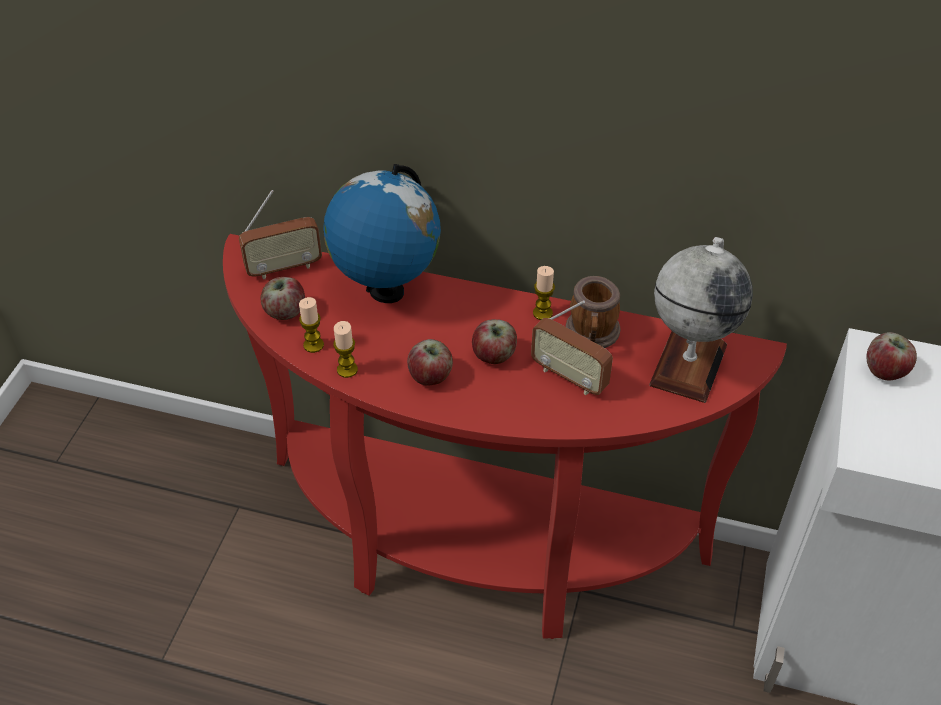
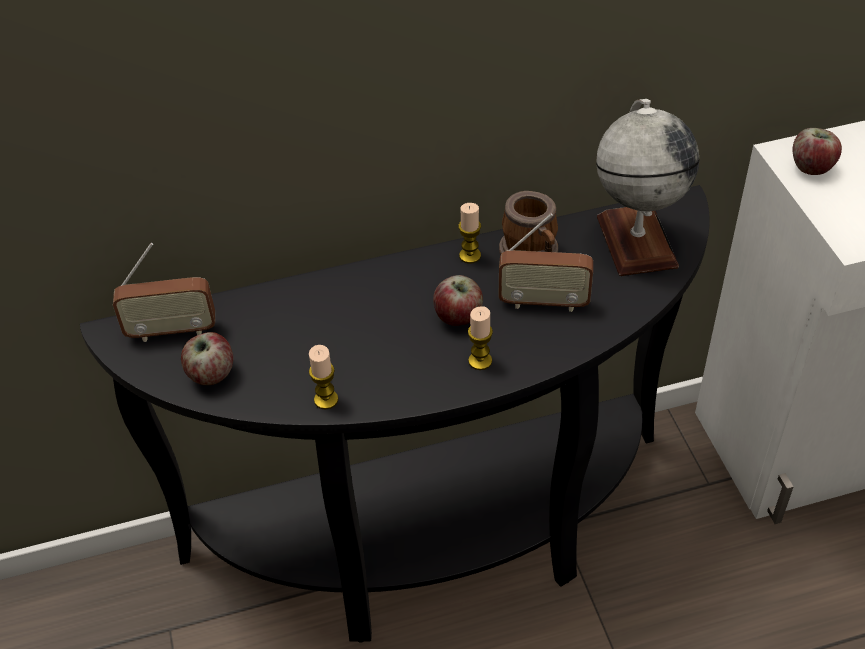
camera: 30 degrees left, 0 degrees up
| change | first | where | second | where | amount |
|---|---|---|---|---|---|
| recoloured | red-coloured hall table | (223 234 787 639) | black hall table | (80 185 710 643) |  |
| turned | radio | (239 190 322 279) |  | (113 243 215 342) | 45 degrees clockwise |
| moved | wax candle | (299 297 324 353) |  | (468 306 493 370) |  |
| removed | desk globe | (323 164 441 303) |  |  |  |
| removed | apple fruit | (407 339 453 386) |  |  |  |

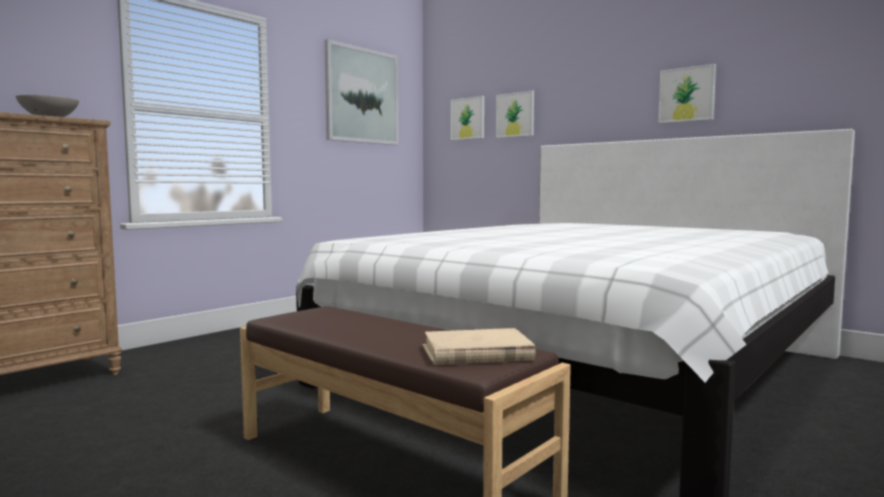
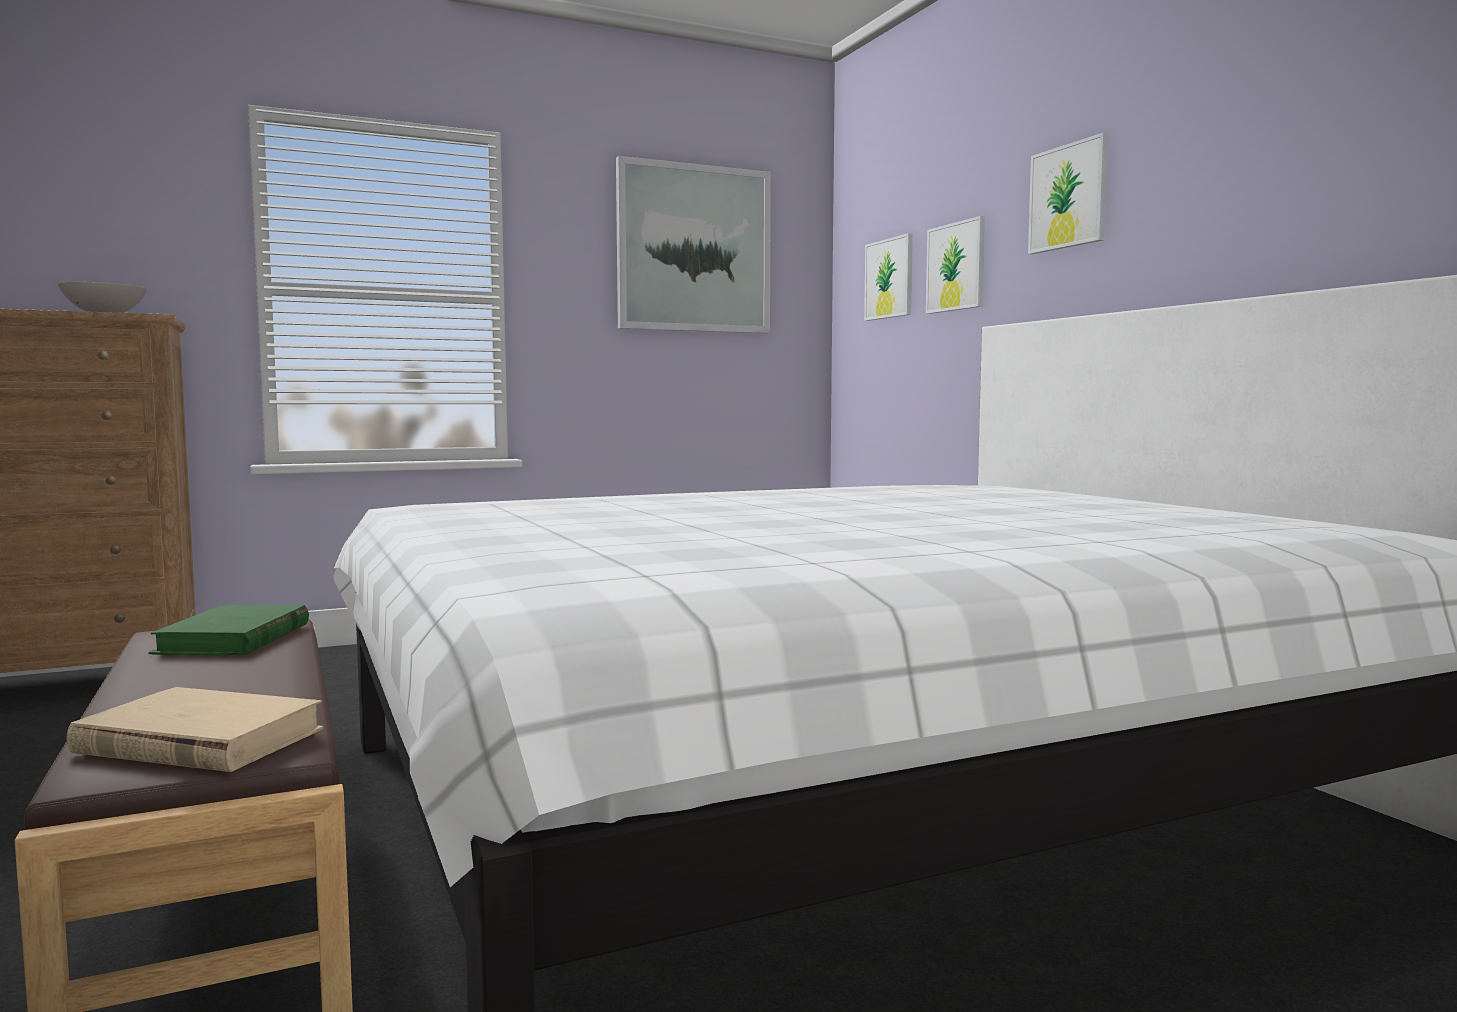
camera: 25 degrees right, 0 degrees up
| change | first | where | second | where | amount |
|---|---|---|---|---|---|
| added |  |  | green-coloured book | (149 604 309 655) |  |
| moved | picture | (658 64 716 123) |  | (1028 132 1108 254) |  |

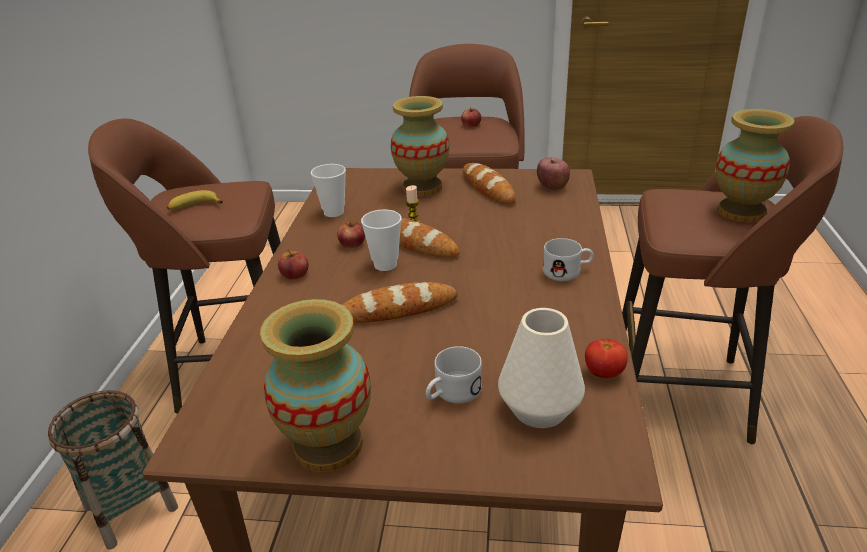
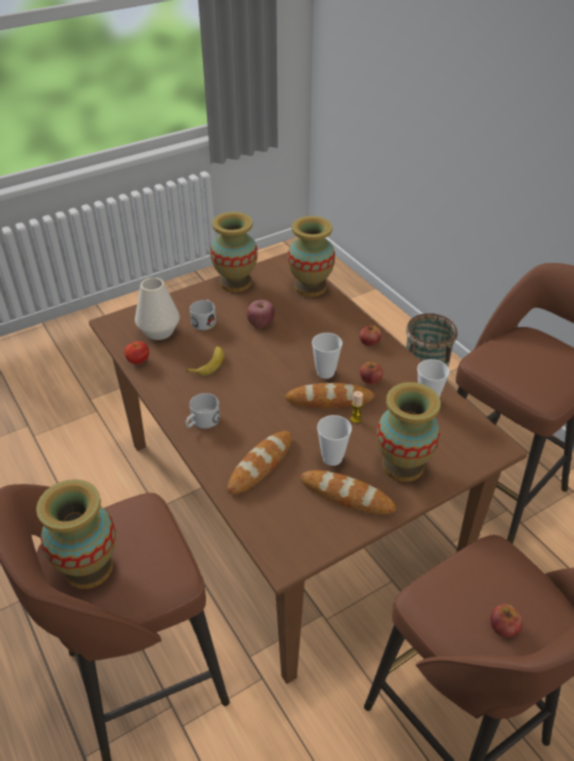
camera: 140 degrees right, 10 degrees up
| change | first | where | second | where | amount |
|---|---|---|---|---|---|
| moved | banana fruit | (167 190 223 210) |  | (186 346 224 376) |  |
| moved | bakery bread | (342 282 458 323) |  | (227 431 292 495) |  |
| moved | apple fruit | (537 157 570 190) |  | (246 300 275 328) |  |
| added |  |  | vase | (287 216 335 297) |  |
| added |  |  | small cup | (317 415 352 466) |  |

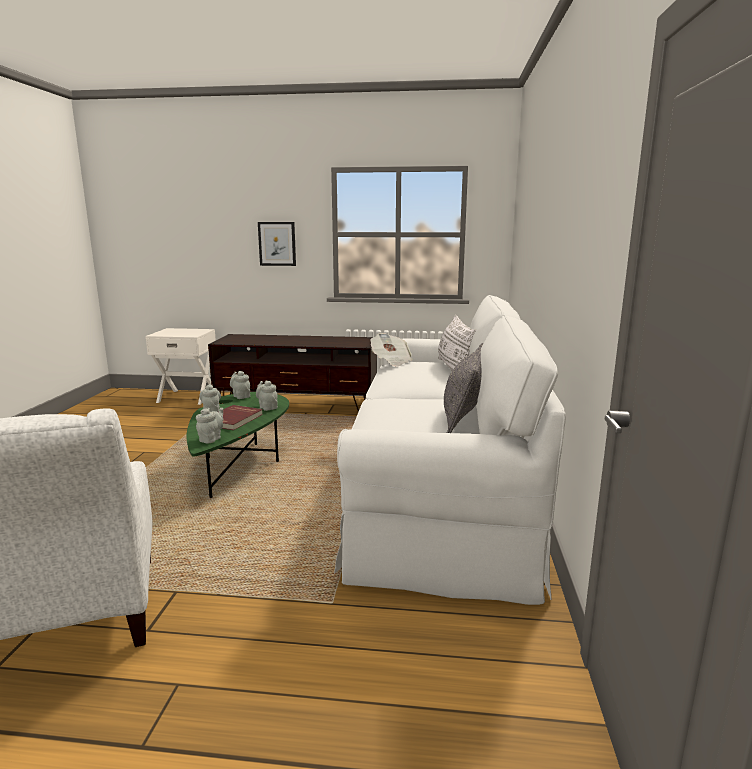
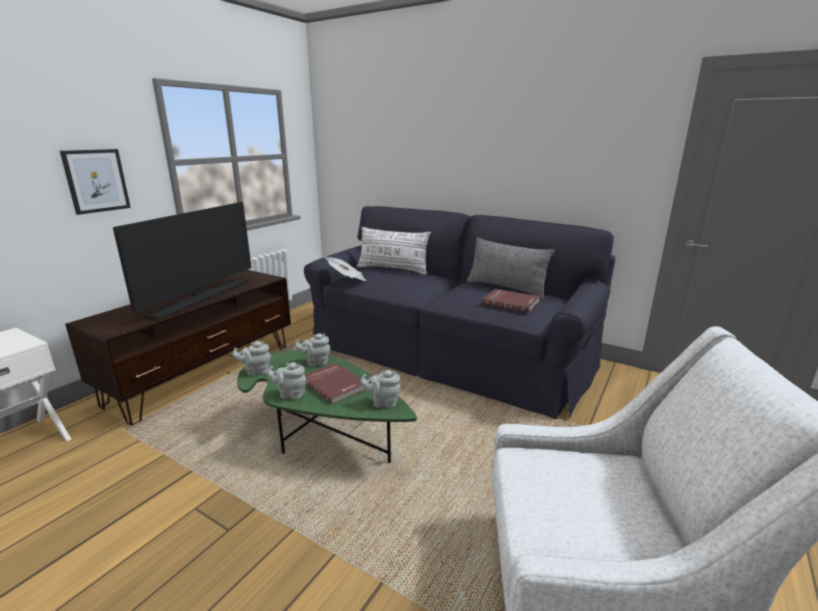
camera: 65 degrees left, 5 degrees up
| change | first | where | second | where | amount |
|---|---|---|---|---|---|
| added |  |  | TV | (113 202 252 319) |  |
| recoloured | white-coloured settee | (334 295 566 605) | black settee | (304 206 615 419) |  |
| turned | gray pot for tea | (196 408 223 444) |  | (360 370 401 408) | 45 degrees counterclockwise |
| added |  |  | red-coloured book | (482 289 540 313) |  |

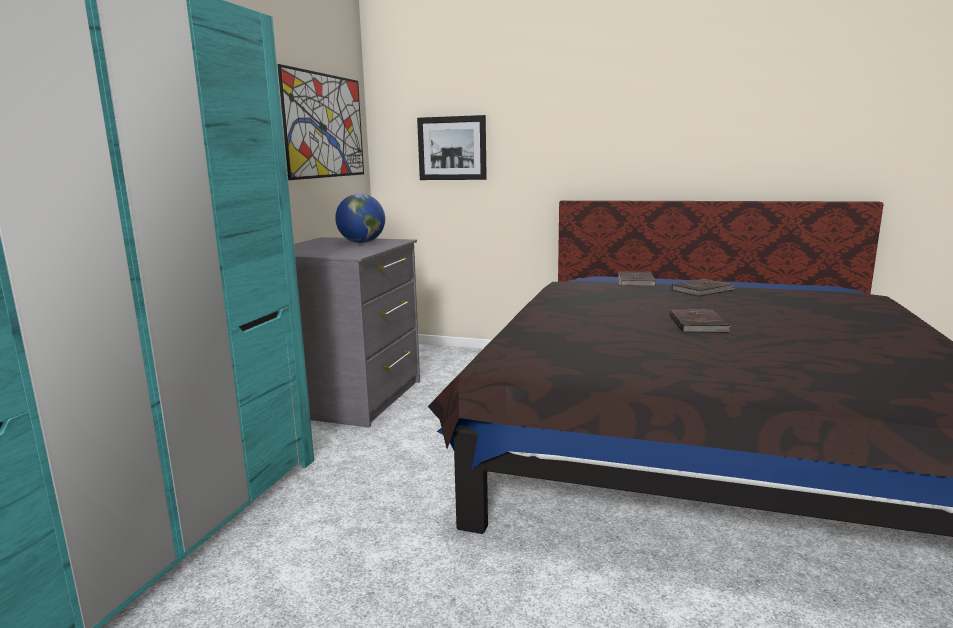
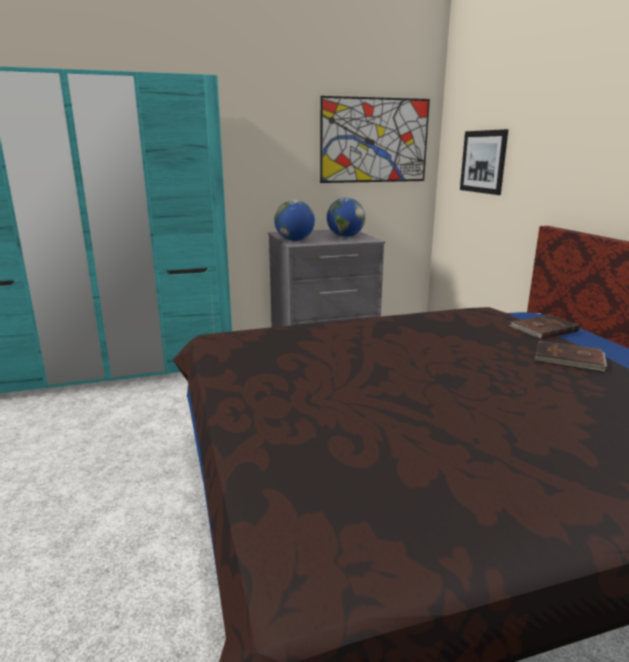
camera: 55 degrees right, 5 degrees up
| change | first | where | second | where | amount |
|---|---|---|---|---|---|
| added |  |  | desk globe | (274 200 315 241) |  |
| removed | brownish book | (670 309 730 333) |  |  |  |

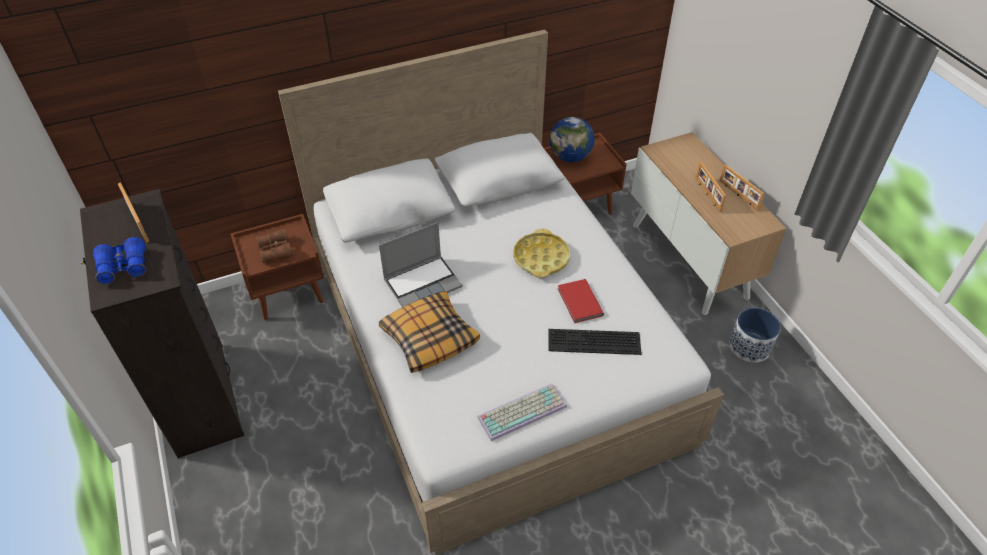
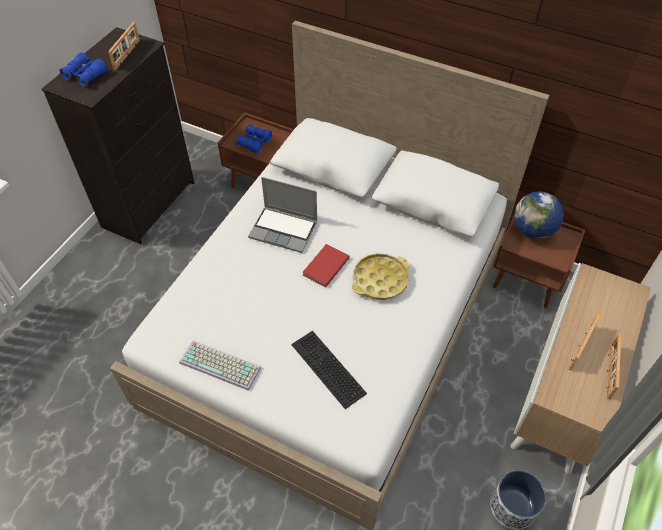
camera: 50 degrees right, 5 degrees up
| change | first | where | second | where | amount |
|---|---|---|---|---|---|
| recoloured | brownish field glasses | (256 228 293 263) | blue field glasses | (236 124 272 153) |  |
| moved | red-coloured book | (558 279 604 323) |  | (302 244 350 287) |  |
| removed | cushion | (379 291 480 373) |  |  |  |

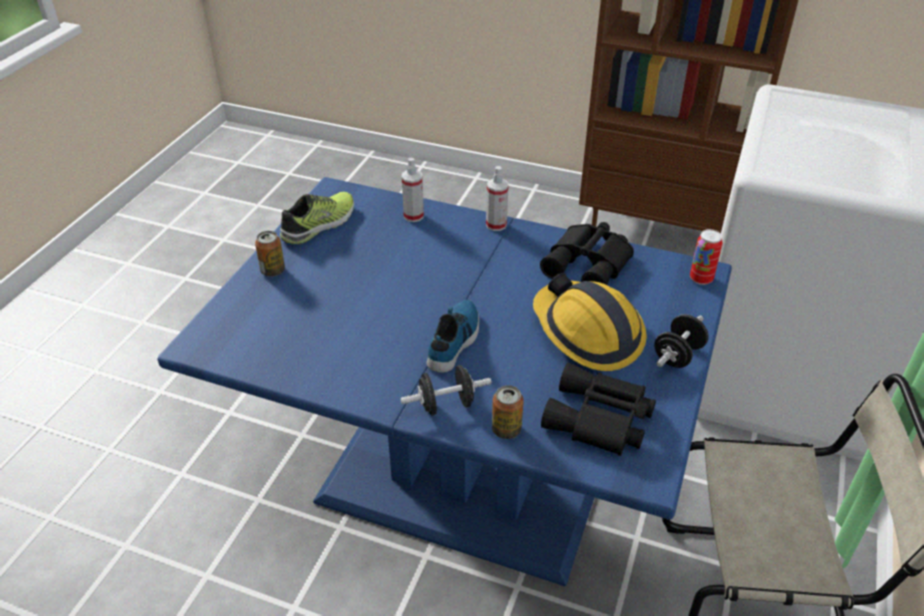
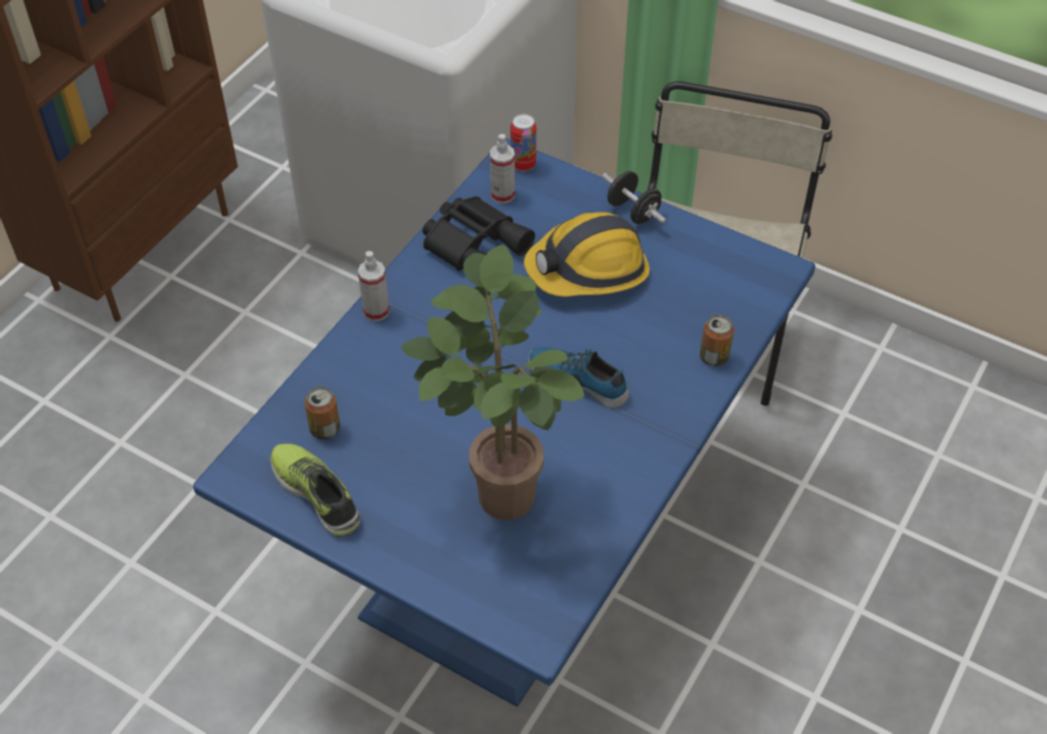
camera: 80 degrees left, 10 degrees up
| change | first | where | second | where | amount |
|---|---|---|---|---|---|
| moved | sealed can | (255 231 285 277) |  | (305 386 340 440) |  |
| added |  |  | potted plant | (401 244 584 520) |  |
| moved | spray bottle | (402 158 424 222) |  | (490 134 515 204) |  |
| removed | black dumbbell | (400 365 492 415) |  |  |  |
| removed | black field glasses | (541 363 656 456) |  |  |  |

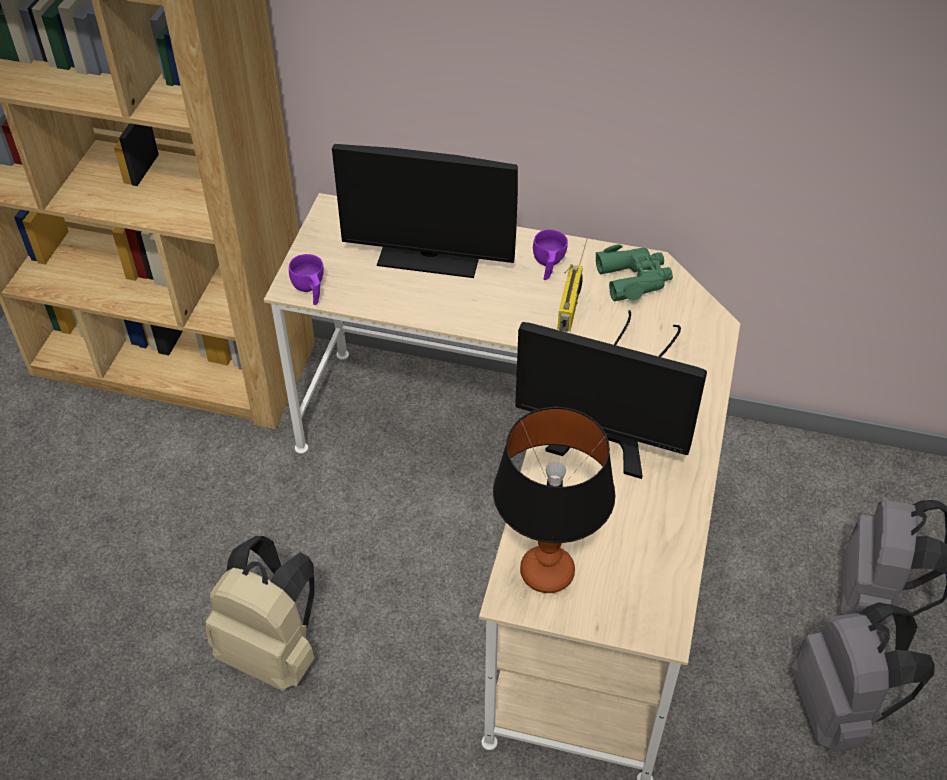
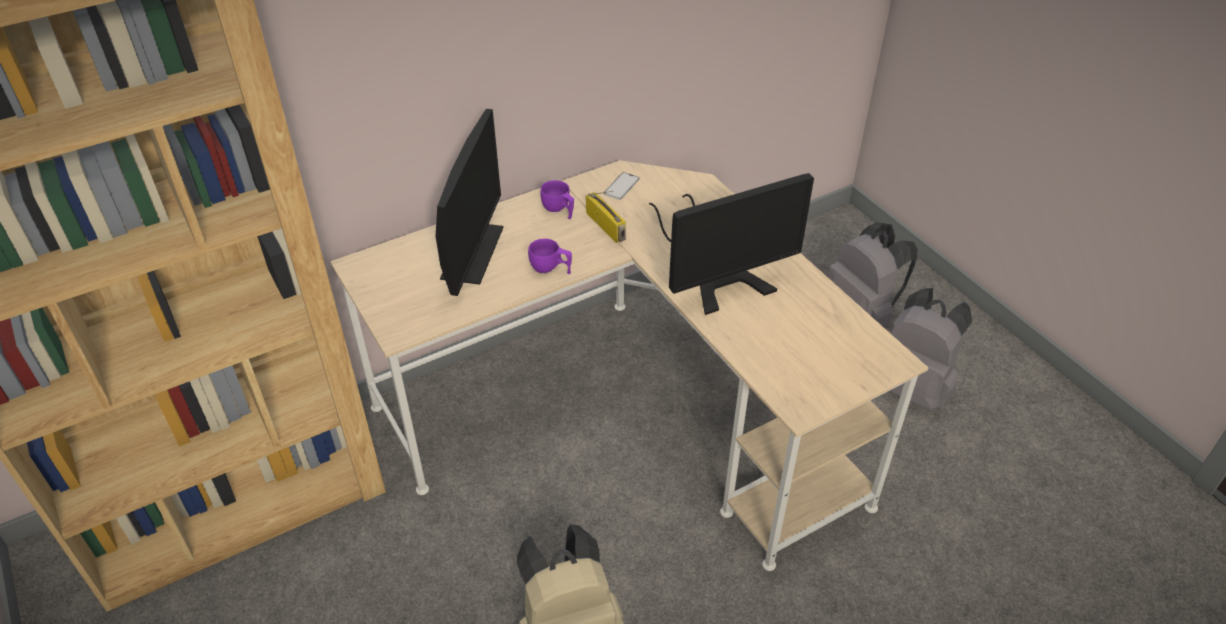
camera: 45 degrees left, 5 degrees down
| change | first | where | second | where | amount |
|---|---|---|---|---|---|
| turned | computer display | (332 144 518 278) |  | (436 109 504 296) | 45 degrees counterclockwise |
| moved | purple-coloured small cup | (289 254 324 305) |  | (528 239 572 274) |  |
| replaced | green-coloured field glasses | (596 244 673 301) | phone | (604 172 640 200) |  |
| removed | table lamp | (493 407 615 593) |  |  |  |

